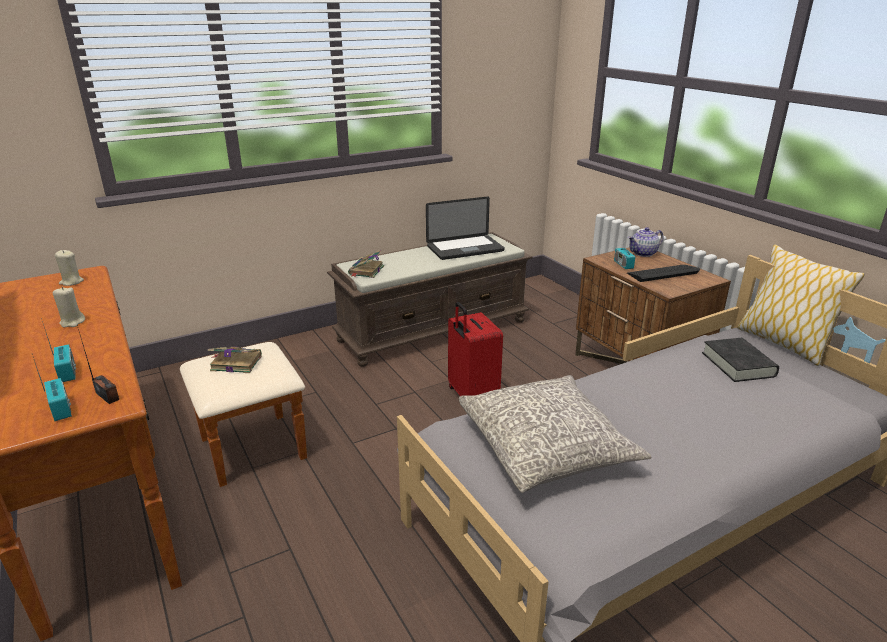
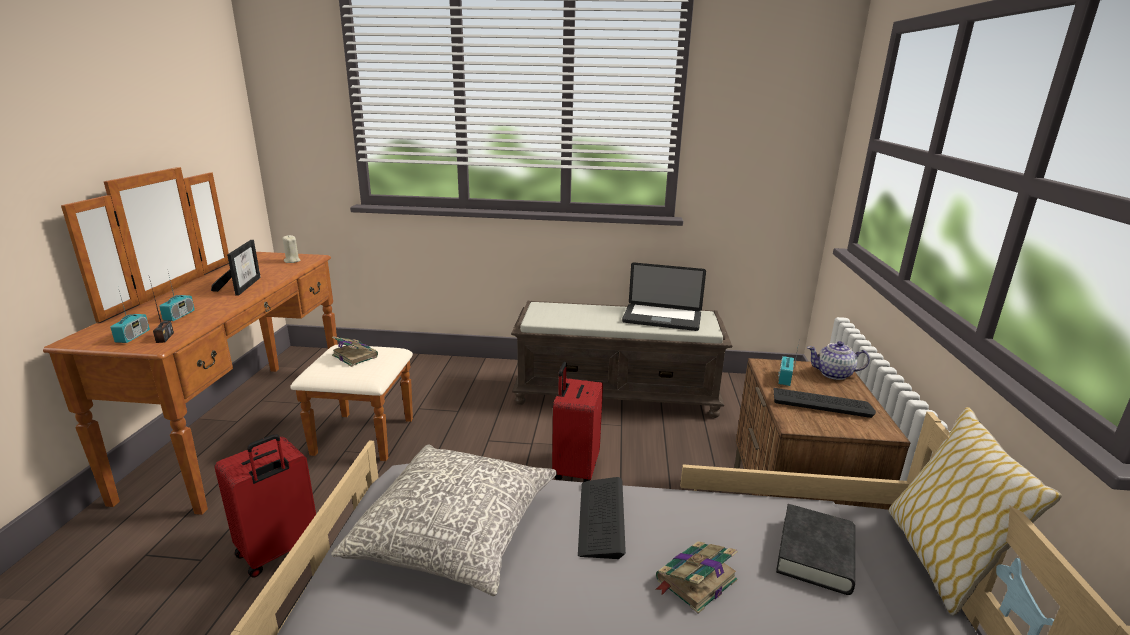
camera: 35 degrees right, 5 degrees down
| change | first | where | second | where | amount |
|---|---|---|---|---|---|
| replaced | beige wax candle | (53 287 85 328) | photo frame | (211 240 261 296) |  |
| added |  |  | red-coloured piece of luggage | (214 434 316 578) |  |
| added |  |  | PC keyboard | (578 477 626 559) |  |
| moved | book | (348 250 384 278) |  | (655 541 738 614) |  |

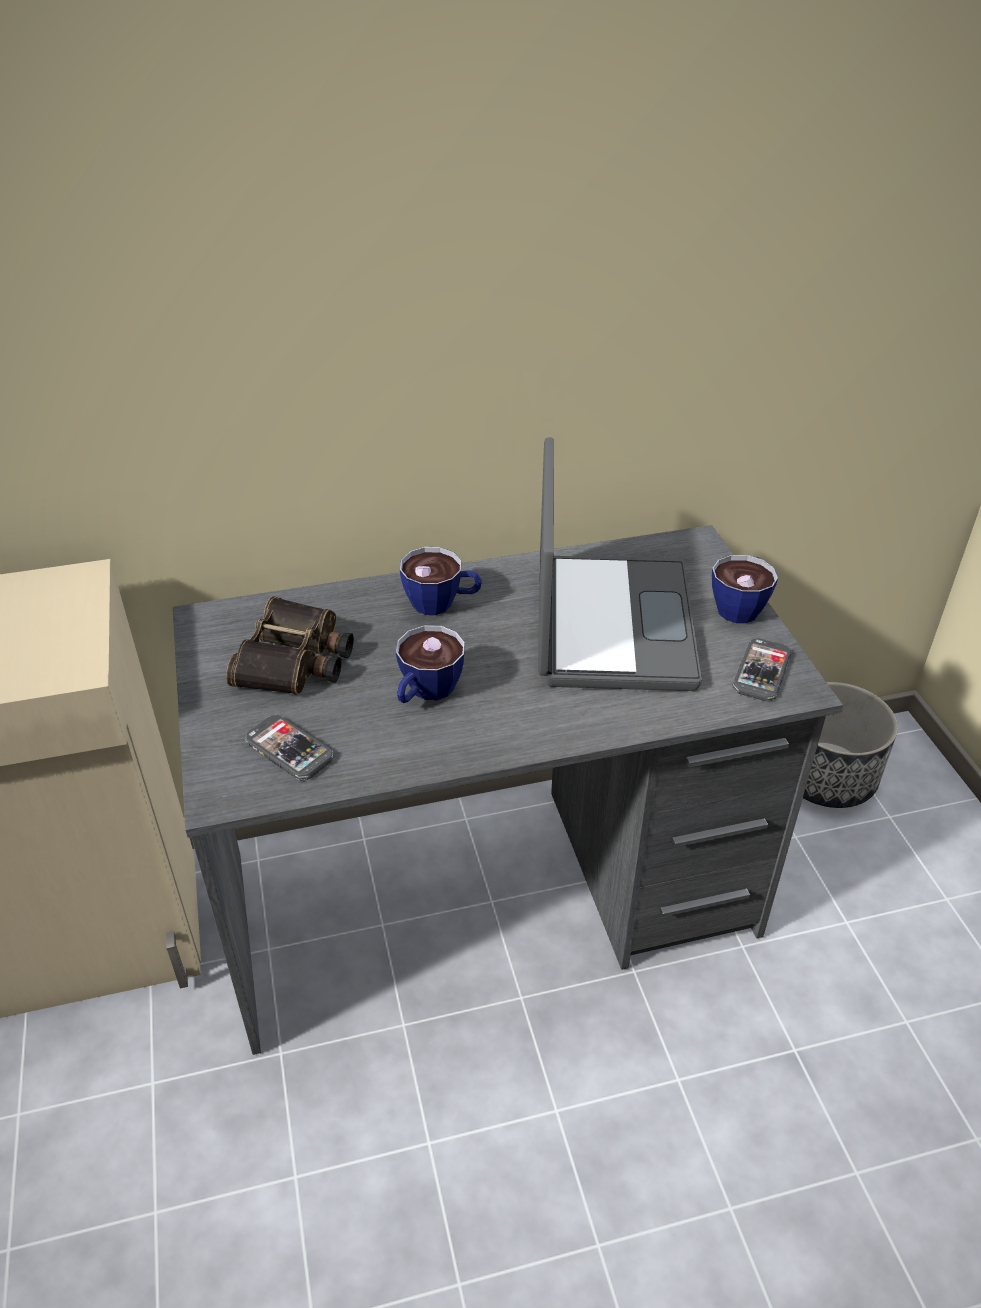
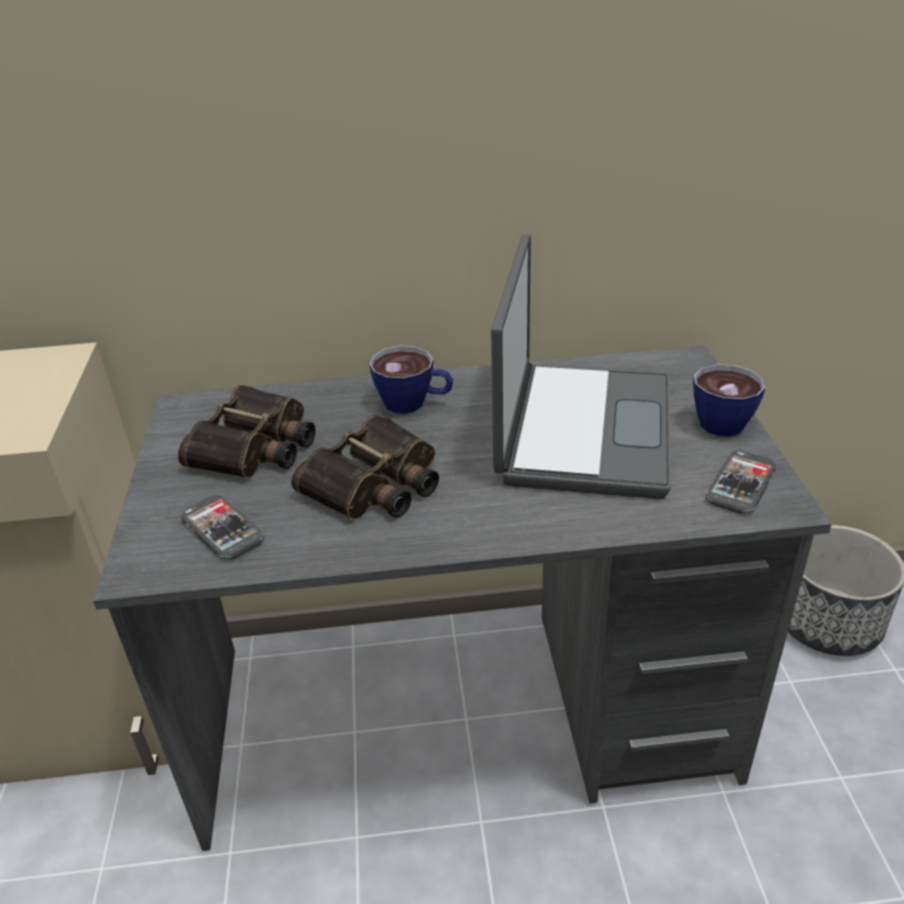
camera: 10 degrees right, 5 degrees down
| change | first | where | second | where | amount |
|---|---|---|---|---|---|
| replaced | small cup | (396 625 465 703) | field glasses | (291 414 439 520) |  |

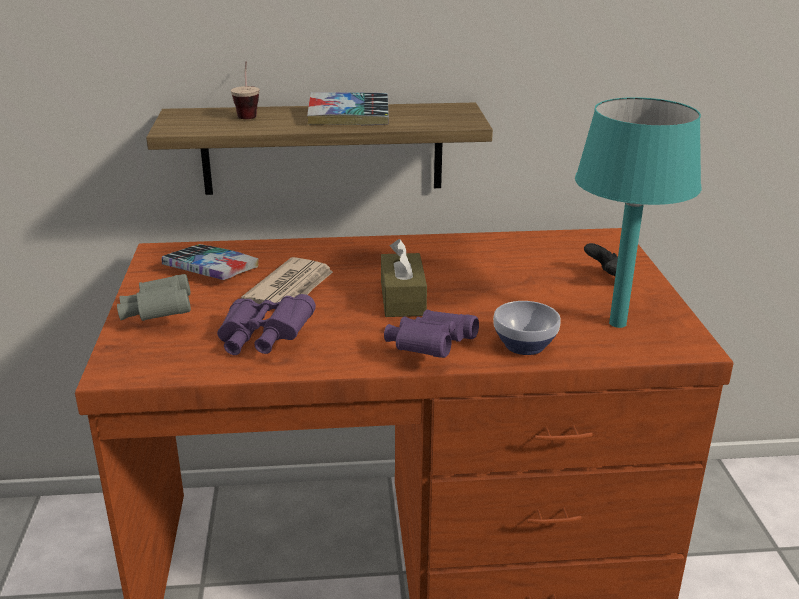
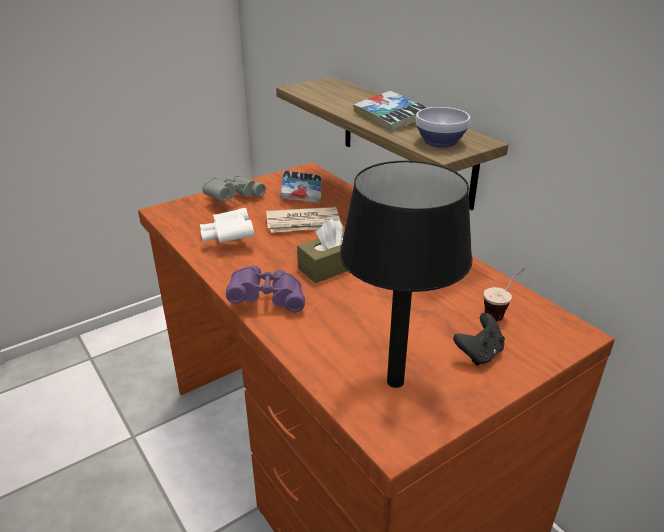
camera: 60 degrees right, 5 degrees up
| change | first | where | second | where | amount |
|---|---|---|---|---|---|
| recoloured | purple-coloured field glasses | (217 294 316 355) | white-coloured field glasses | (200 208 254 243) |  |
| recoloured | blue-green table lamp | (575 97 702 328) | black table lamp | (340 161 473 388) |  |
| moved | bowl | (493 301 561 355) |  | (416 107 470 148) |  |
| moved | small cup | (231 61 260 119) |  | (484 268 525 322) |  |

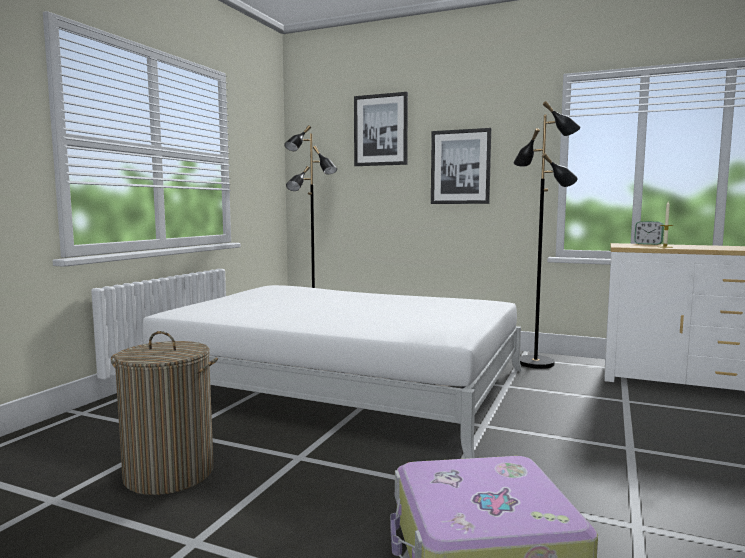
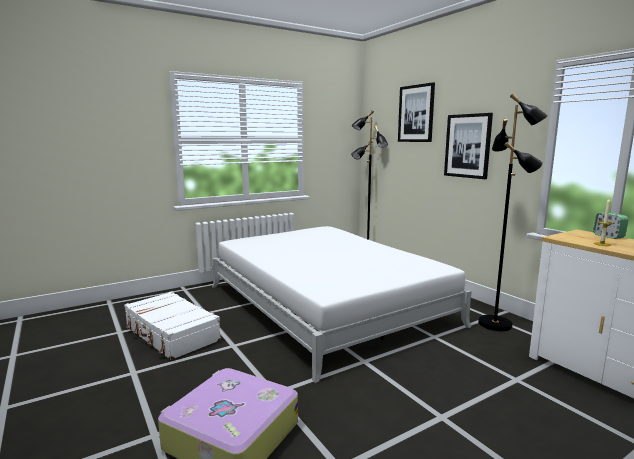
camera: 35 degrees right, 5 degrees up
| change | first | where | second | where | amount |
|---|---|---|---|---|---|
| replaced | laundry basket | (111 331 218 495) | white-coloured piece of luggage | (124 291 221 360) |  |

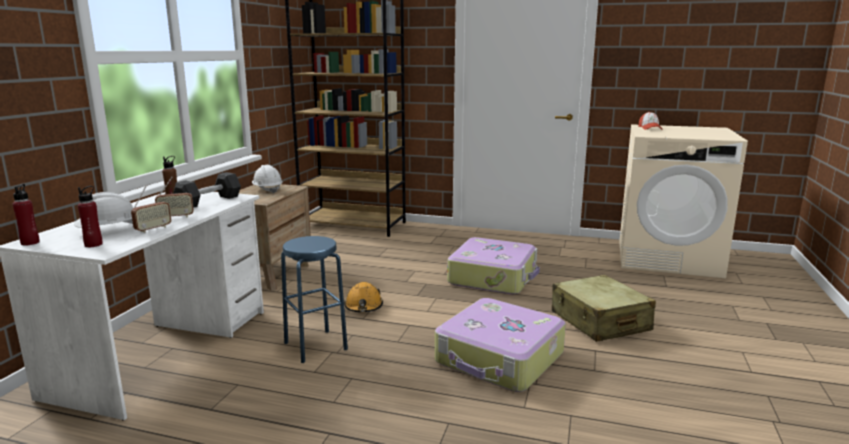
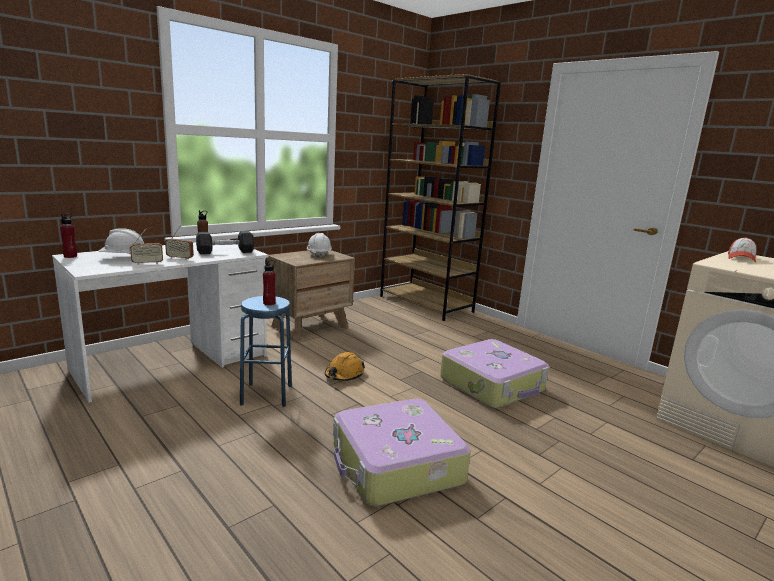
camera: 30 degrees right, 0 degrees up
| change | first | where | second | where | amount |
|---|---|---|---|---|---|
| moved | red-coloured beverage bottle | (78 186 103 247) |  | (263 260 276 305) |  |
| removed | beige piece of luggage | (552 275 656 342) |  |  |  |

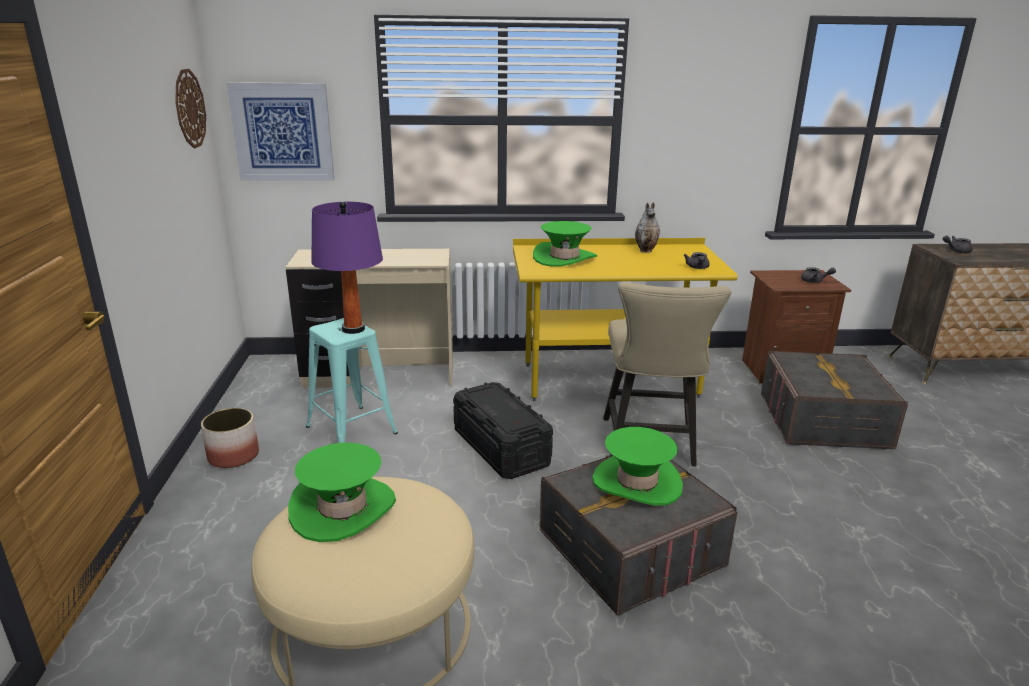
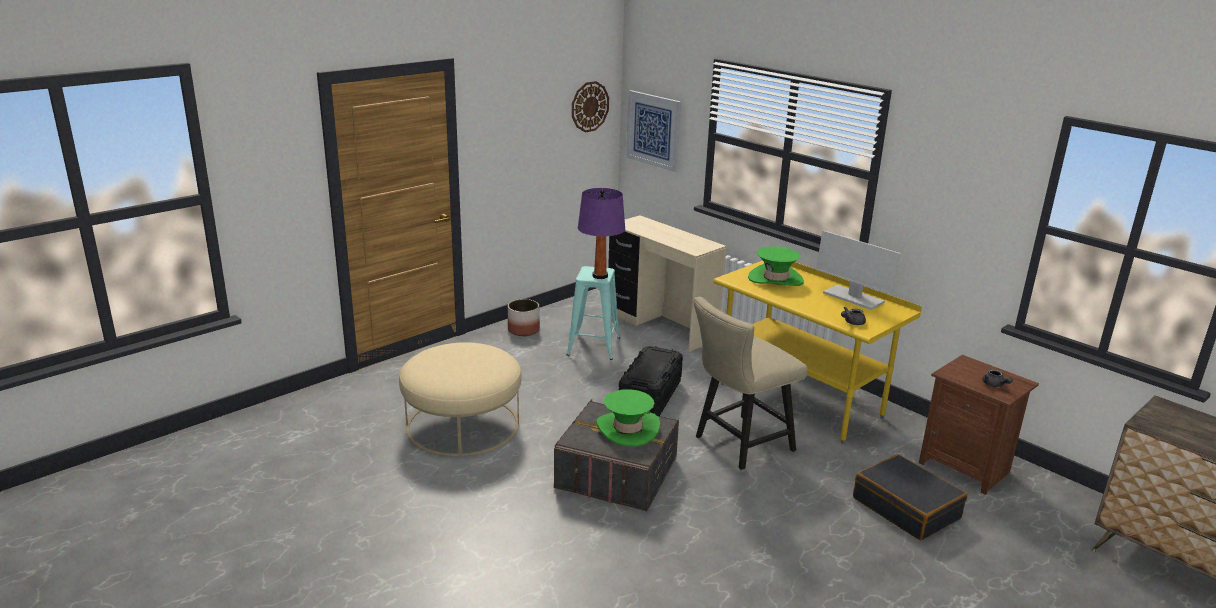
camera: 50 degrees right, 0 degrees up
| change | first | where | second | where | amount |
|---|---|---|---|---|---|
| replaced | vase | (635 202 660 253) | computer display | (816 230 901 310) |  |
| replaced | gray storage box | (761 351 908 449) | black piece of luggage | (853 454 967 540) |  |
| removed | green-coloured wearable hat | (288 443 396 542) |  |  |  |
| removed | gray pot for tea | (943 236 973 253) |  |  |  |

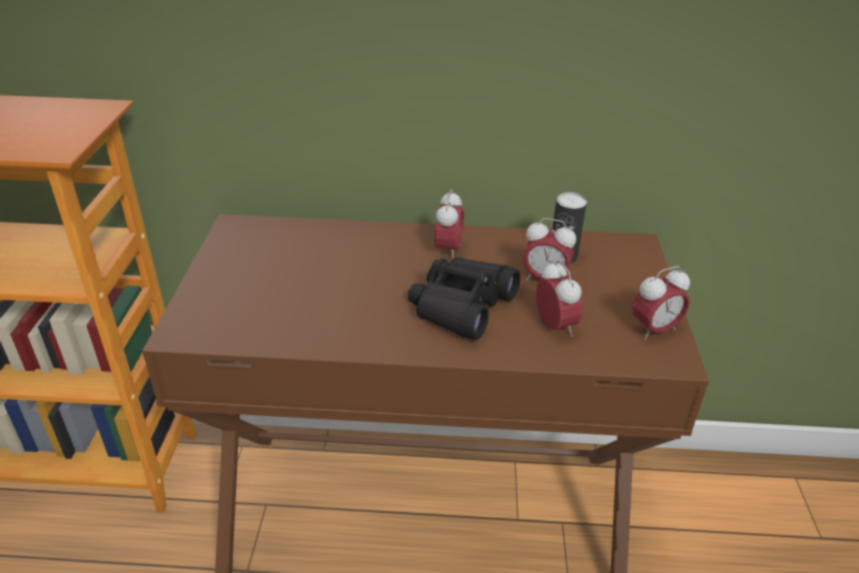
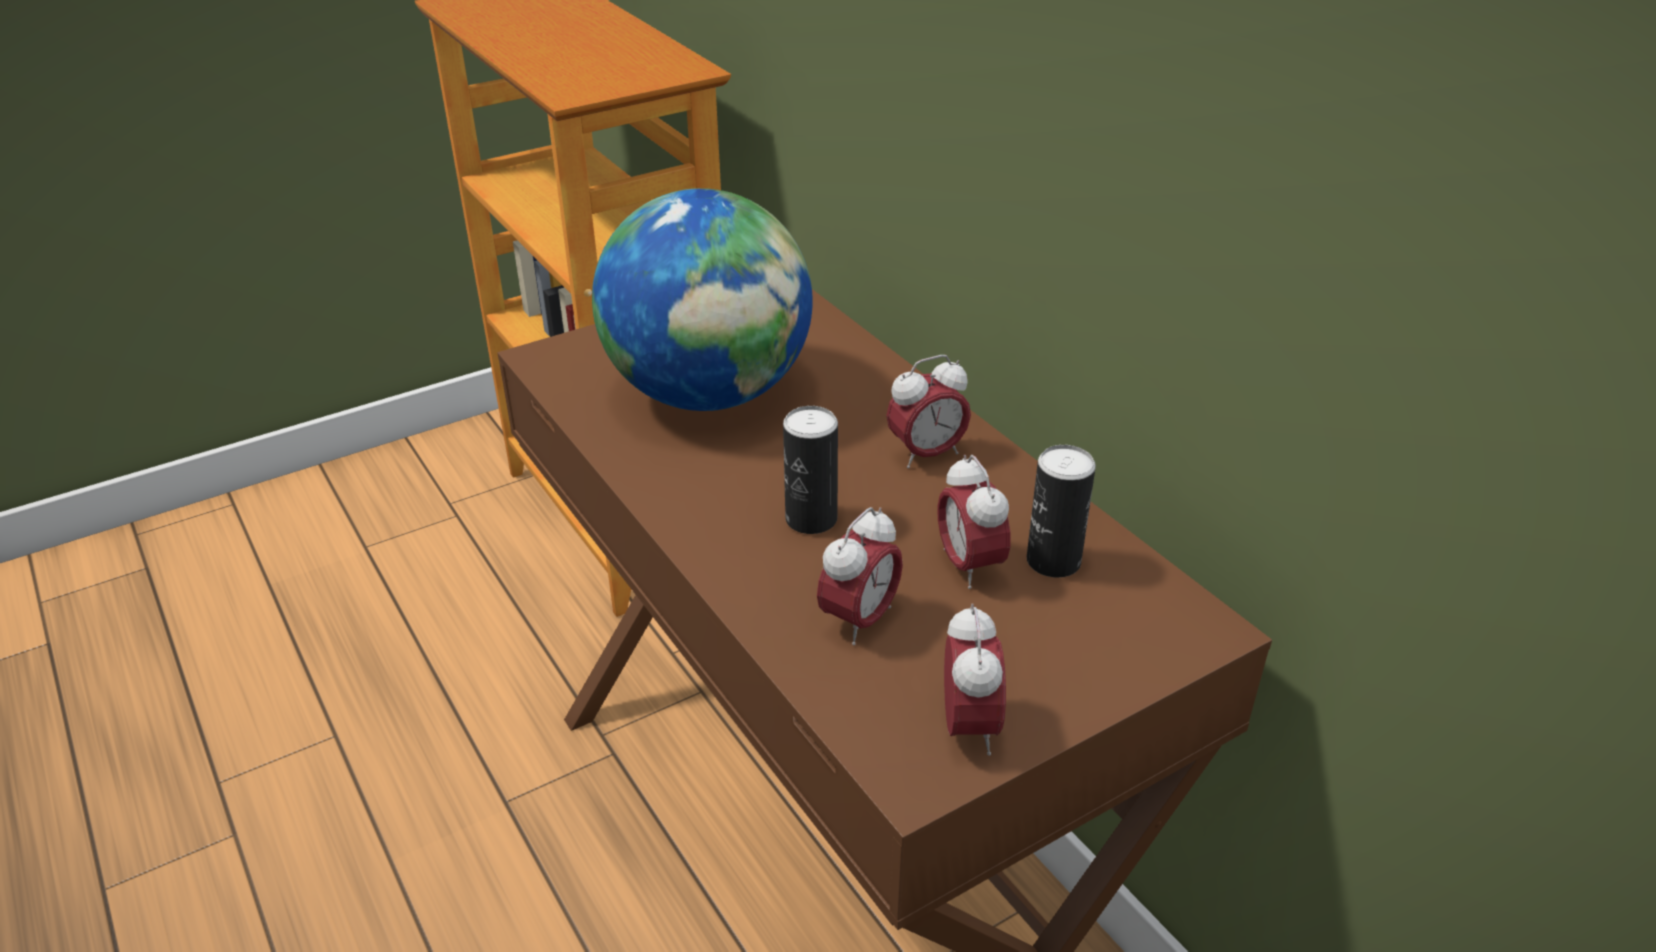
camera: 55 degrees right, 0 degrees up
| change | first | where | second | where | amount |
|---|---|---|---|---|---|
| added |  |  | desk globe | (592 188 813 411) |  |
| replaced | black field glasses | (408 258 520 340) | sealed can | (783 406 838 534) |  |
| turned | alarm clock | (632 266 690 340) |  | (944 603 1006 756) | 120 degrees counterclockwise |

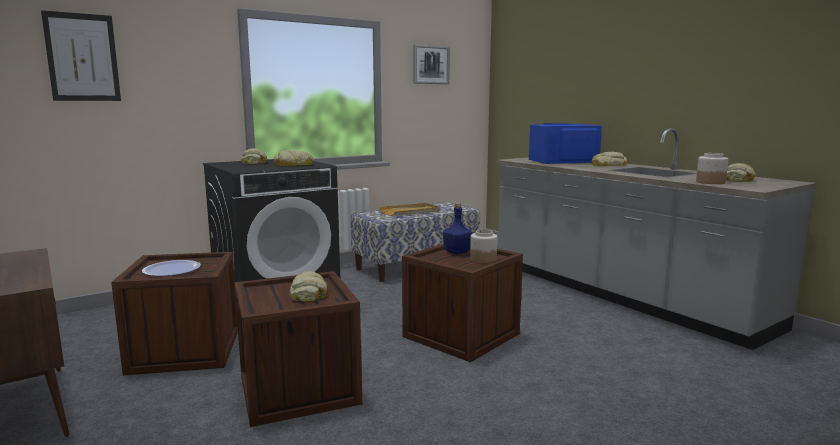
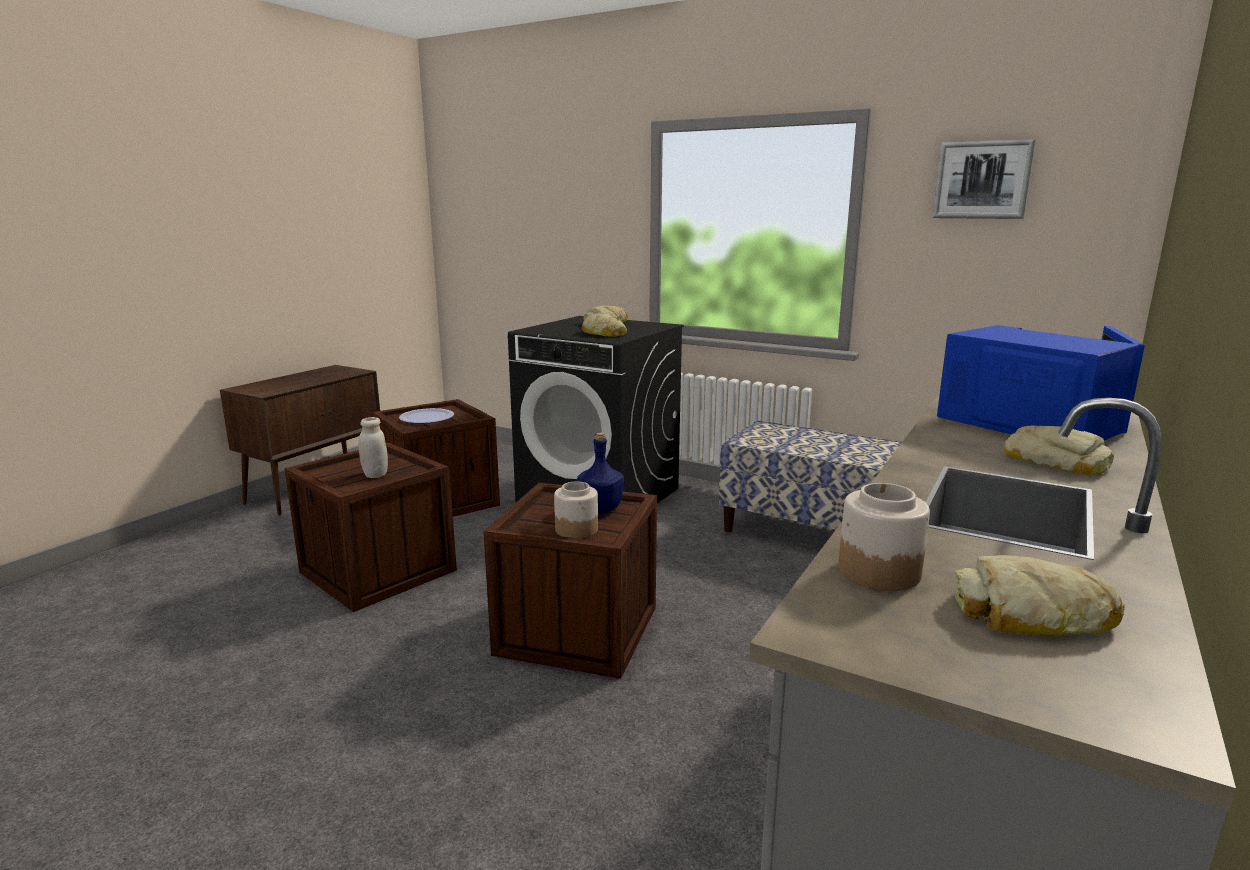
camera: 65 degrees right, 5 degrees up
| change | first | where | second | where | amount |
|---|---|---|---|---|---|
| replaced | bakery bread | (289 271 327 302) | white-coloured jar | (358 417 388 478) |  |
| removed | picture | (41 10 121 101) |  |  |  |
| removed | beige tray | (379 203 440 216) |  |  |  |

